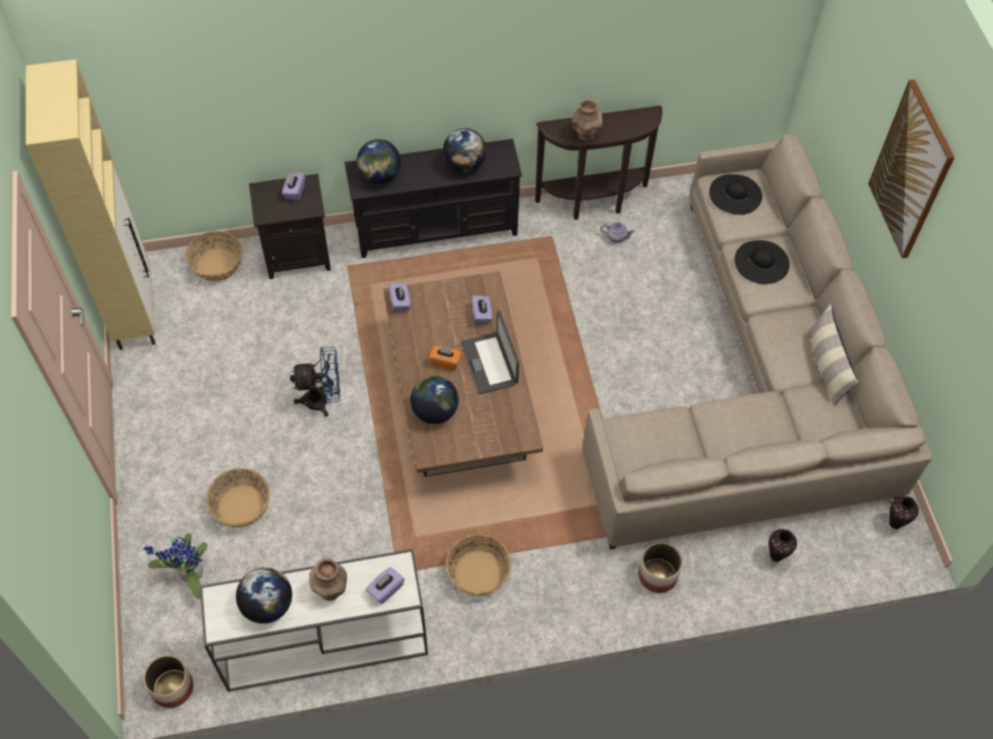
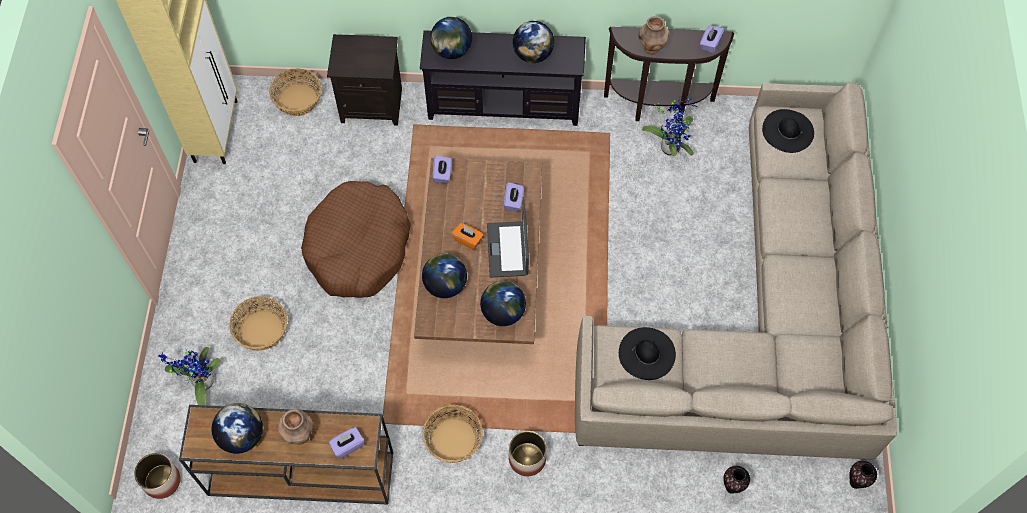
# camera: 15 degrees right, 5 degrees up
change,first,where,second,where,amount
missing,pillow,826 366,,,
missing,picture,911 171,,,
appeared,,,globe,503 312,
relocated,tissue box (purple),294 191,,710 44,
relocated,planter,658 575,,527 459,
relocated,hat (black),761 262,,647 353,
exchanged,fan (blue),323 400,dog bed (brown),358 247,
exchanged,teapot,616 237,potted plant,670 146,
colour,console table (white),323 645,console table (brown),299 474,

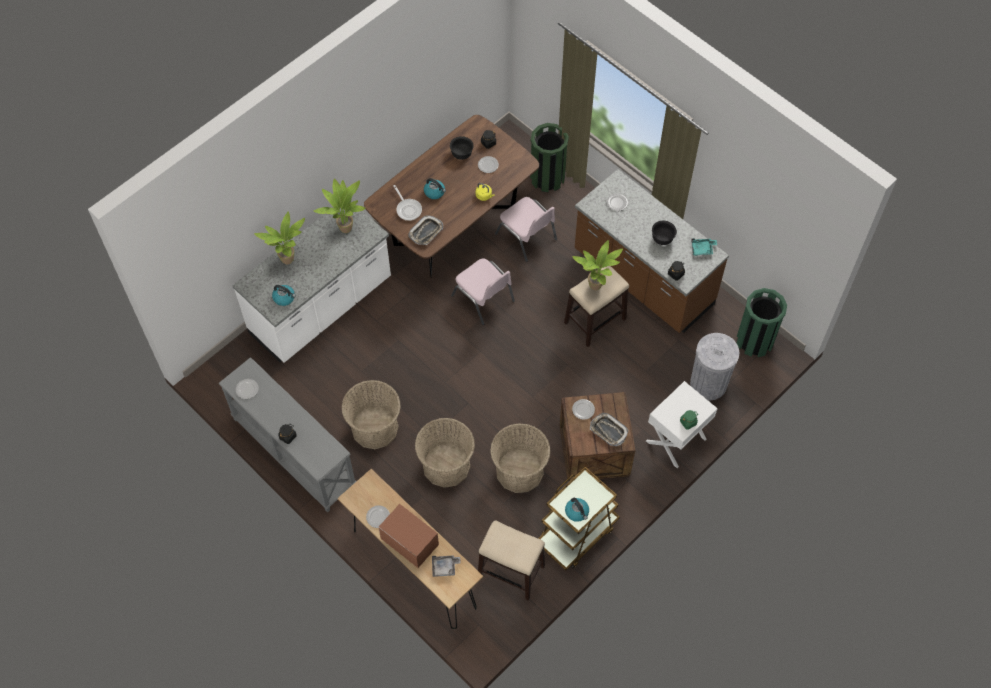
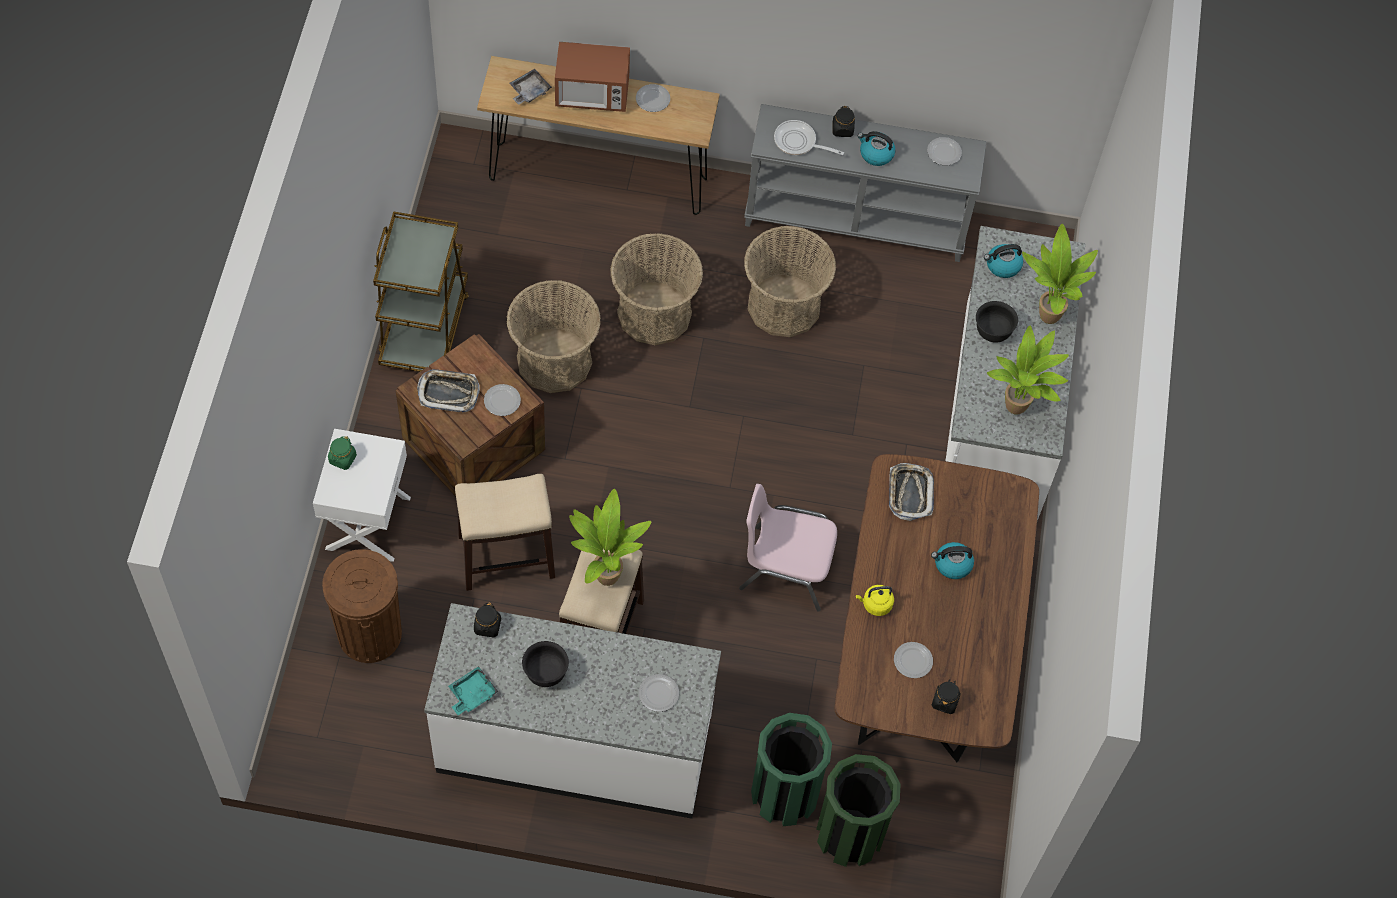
# camera: 140 degrees right, 0 degrees up
change,first,where,second,where,amount
missing,chair (pink),527 237,,,
relocated,frying pan,408 209,,798 142,
relocated,bowl (black),461 154,,992 332,
relocated,stool,510 571,,507 556,
relocated,kettle,577 512,,875 154,
relocated,trash can (green),754 341,,784 794,
colour,counter (brown),642 279,counter (white),574 745,
colour,trash can (grey),708 384,trash can (brown),369 633,

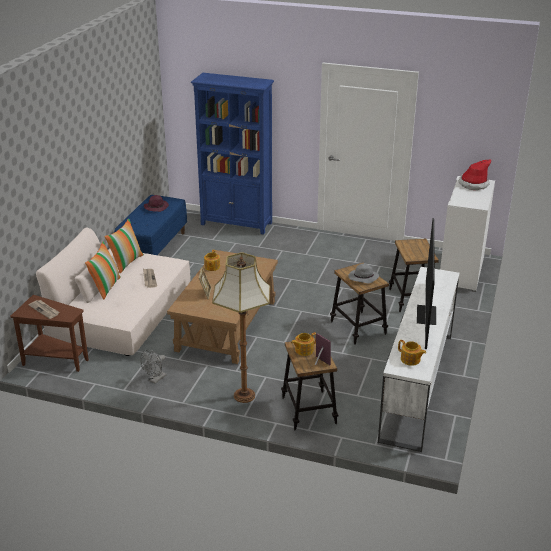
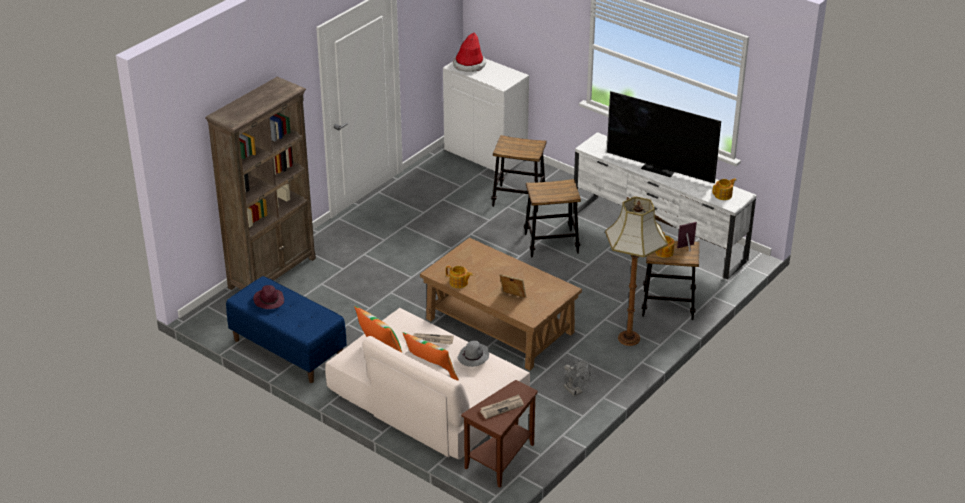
# camera: 70 degrees left, 5 degrees up
change,first,where,second,where,amount
relocated,hat (grey),362 278,,473 357,
colour,bookcase (blue),237 224,bookcase (brown),272 272,

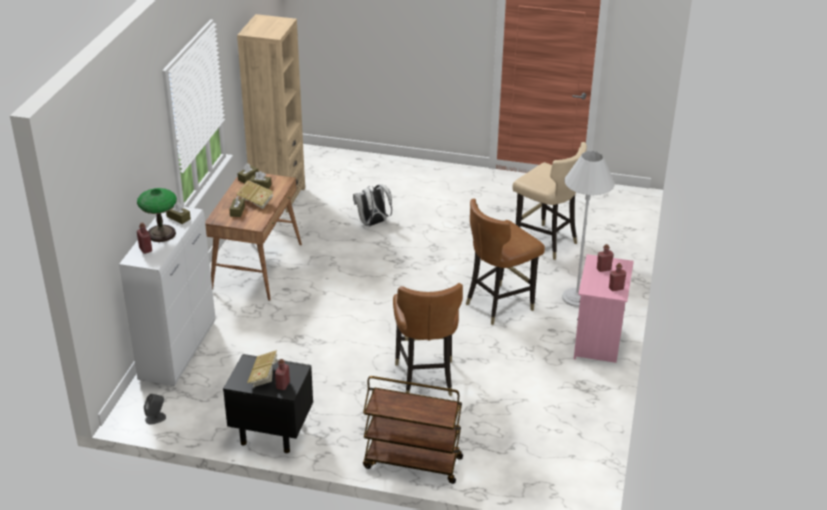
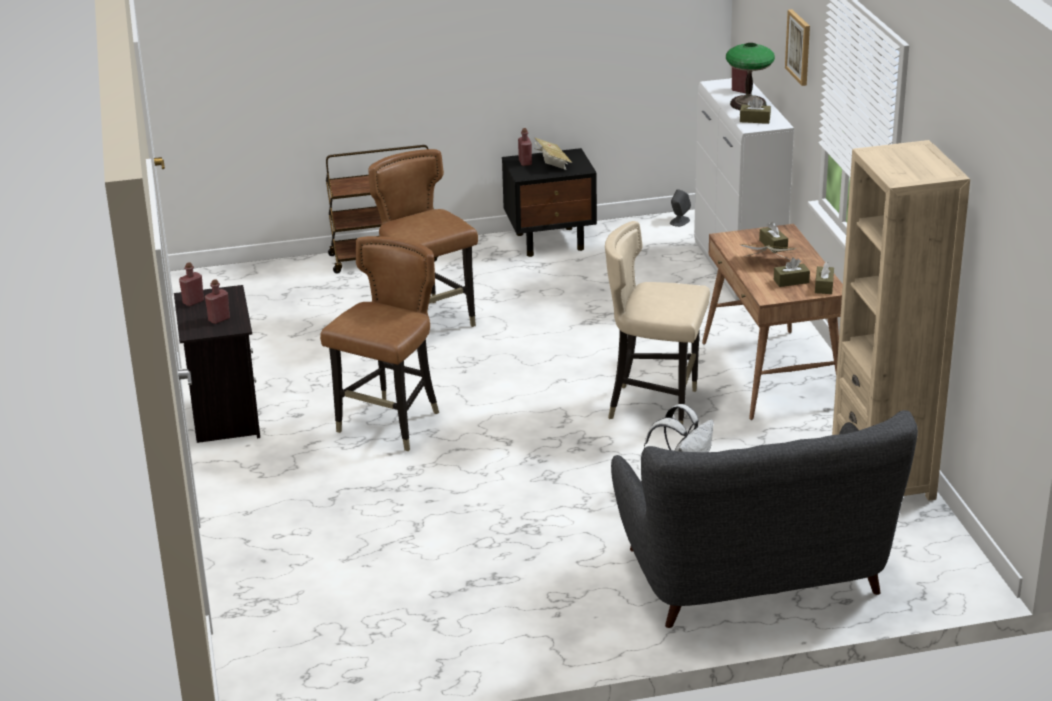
# camera: 155 degrees right, 5 degrees down
change,first,where,second,where,amount
missing,floor lamp (white),576 298,,,
appeared,,,sofa (grey),755 575,
appeared,,,picture,799 47,
relocated,chair (beige),545 242,,655 406,
colour,nightstand (pink),598 343,nightstand (black),224 417,

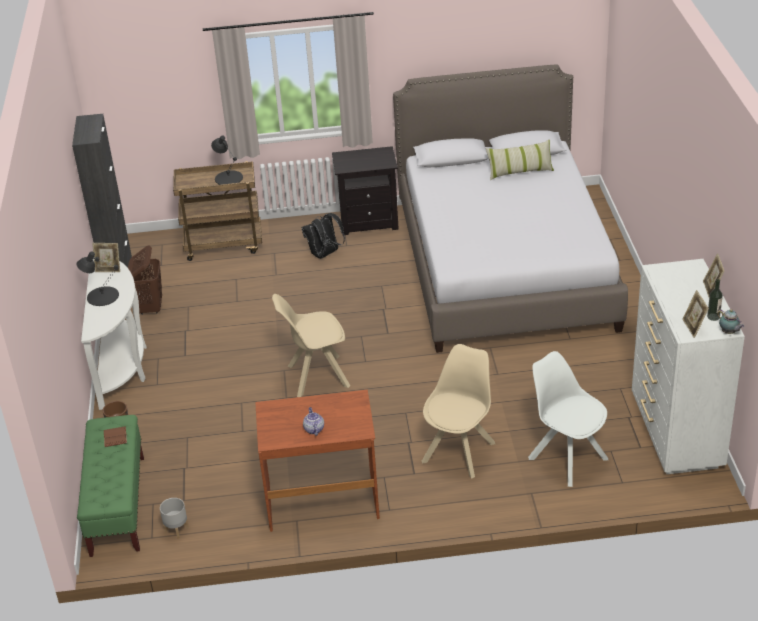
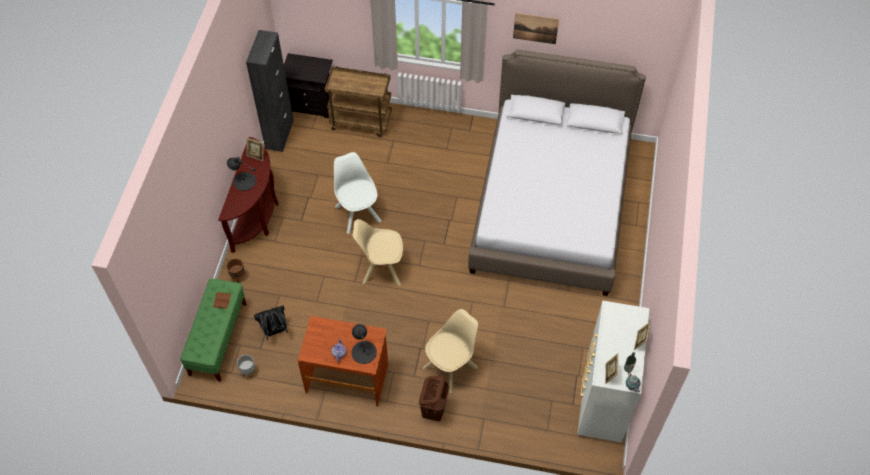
# camera: 15 degrees right, 20 degrees up
change,first,where,second,where,amount
missing,pillow,520 172,,,
appeared,,,picture,535 28,
relocated,laundry basket (brown),150 307,,434 409,
relocated,table lamp (black),228 178,,364 352,
relocated,backpack (black),325 254,,275 331,
relocated,nightstand (black),369 222,,312 104,
relocated,chair (white),566 457,,357 212,
colour,console table (white),122 366,console table (brown),257 216,

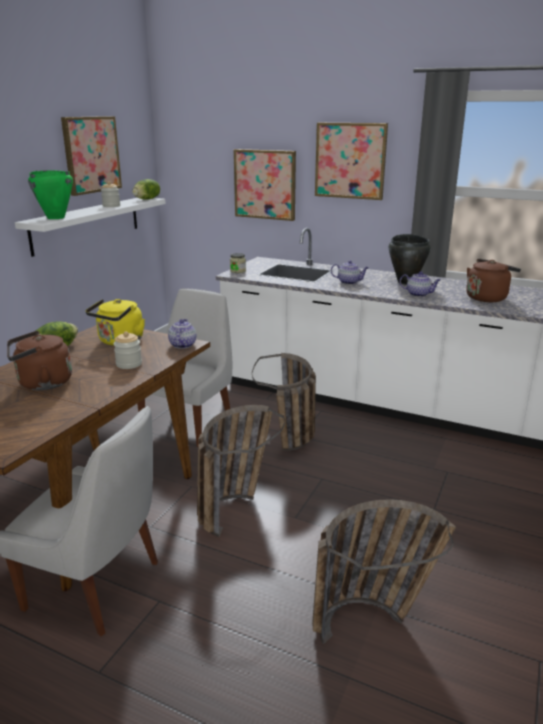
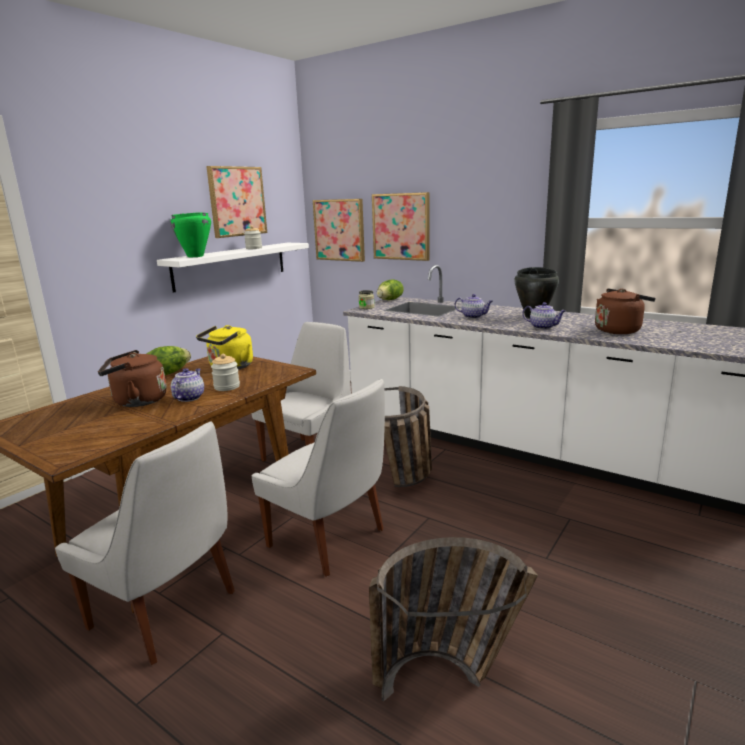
# camera: 10 degrees right, 5 degrees down
change,first,where,second,where,amount
relocated,lettuce,147 199,,390 300,
relocated,teapot,182 345,,189 397,
relocated,picture,350 161,,339 230,
exchanged,basket,235 506,chair (white),330 539,

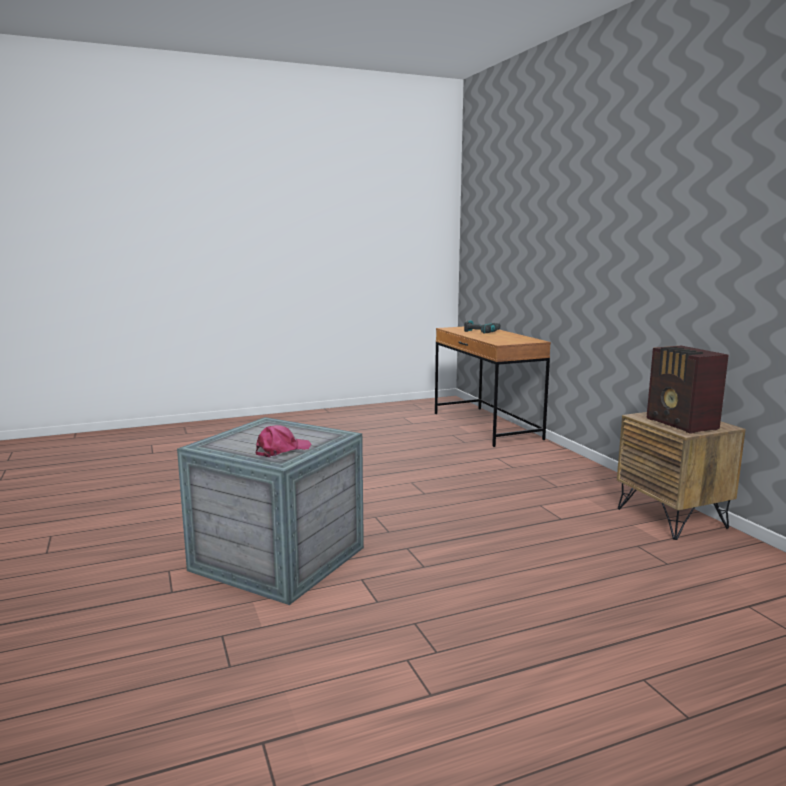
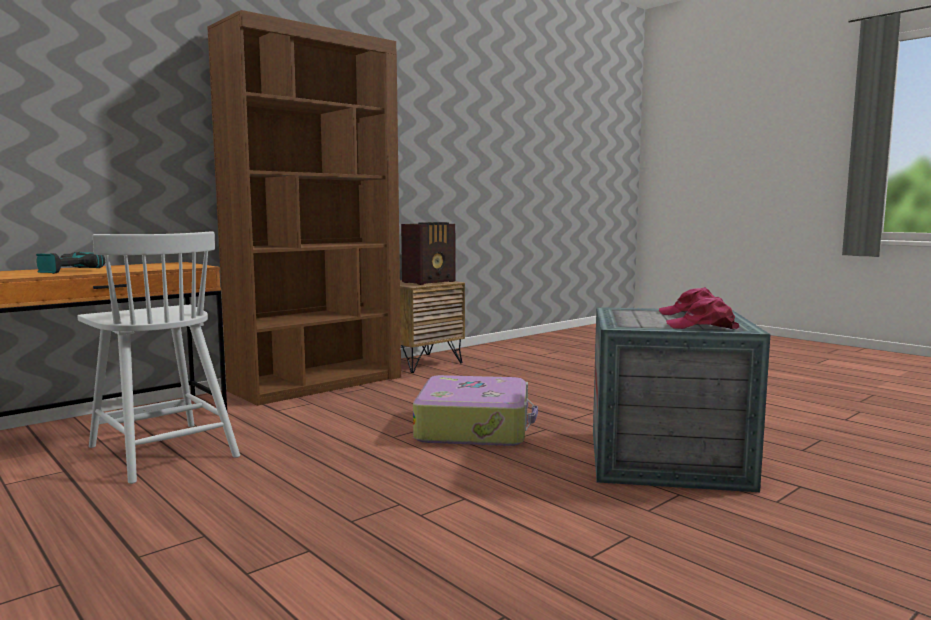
# camera: 110 degrees left, 5 degrees down
change,first,where,second,where,amount
appeared,,,chair (white),162 451,
appeared,,,bookcase (brown),318 384,
appeared,,,suitcase,474 427,
appeared,,,cap (pink),703 327,

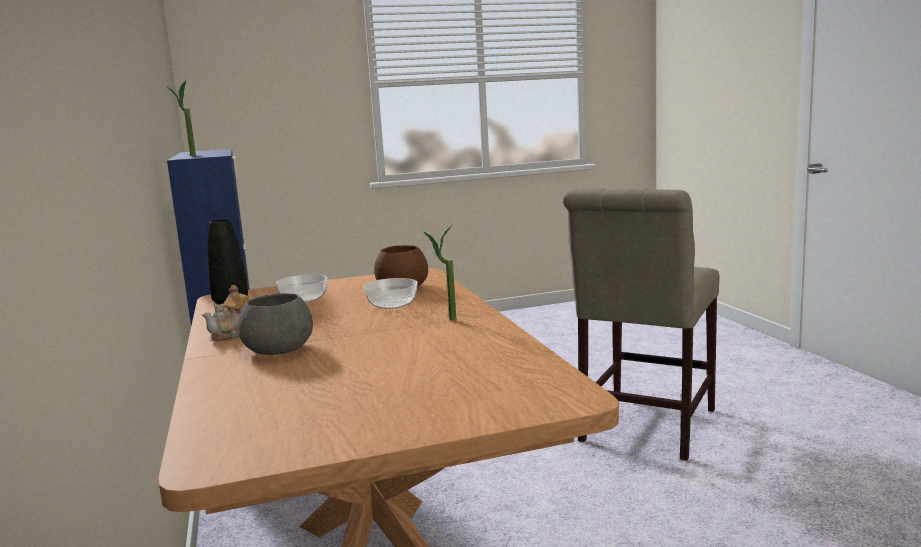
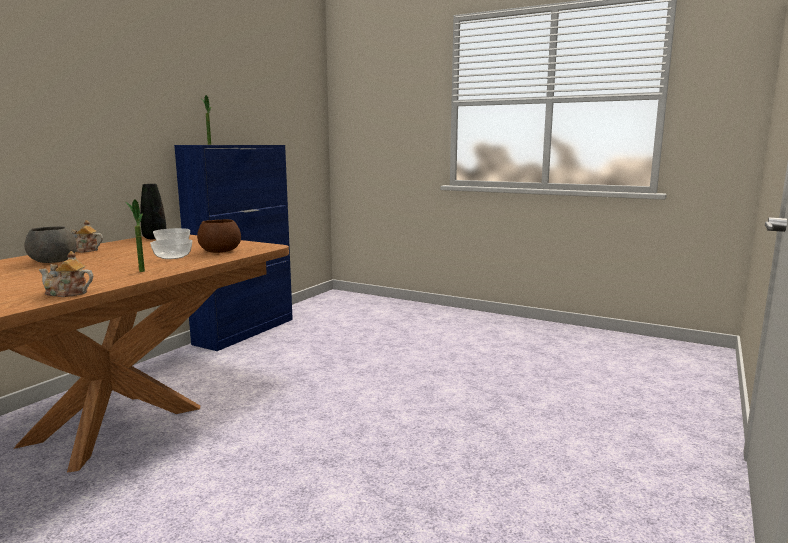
# camera: 45 degrees right, 0 degrees up
change,first,where,second,where,amount
missing,chair (beige),644 428,,,
appeared,,,teapot,67 293,

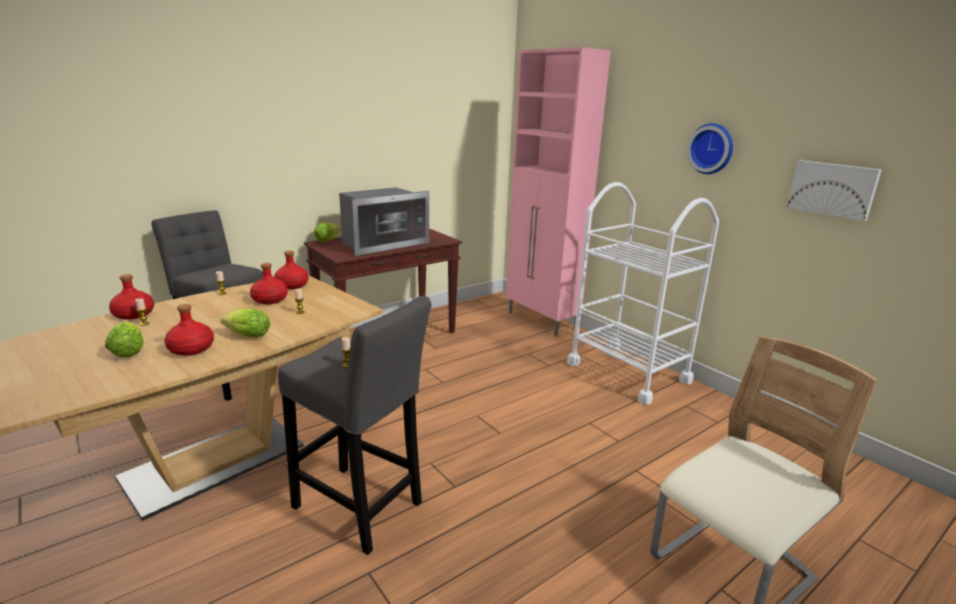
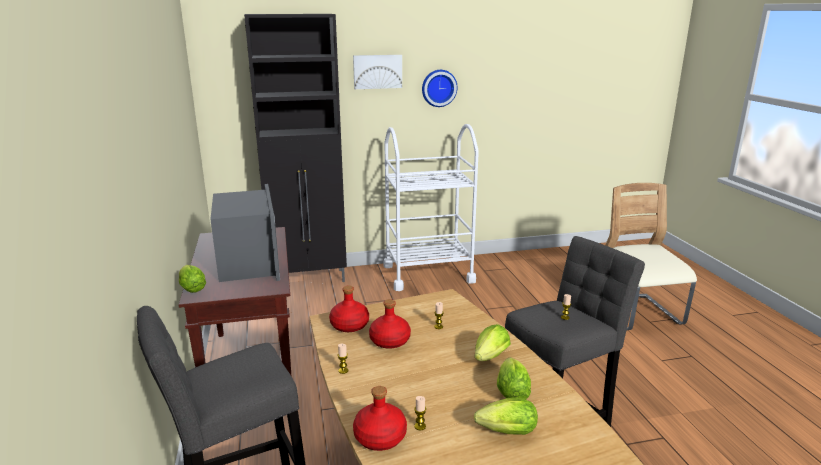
# camera: 65 degrees left, 0 degrees up
change,first,where,second,where,amount
relocated,picture,832 189,,377 71,
exchanged,bottle (red),191 349,lettuce,511 390,
colour,cabinet (pink),542 321,cabinet (black),309 279,

